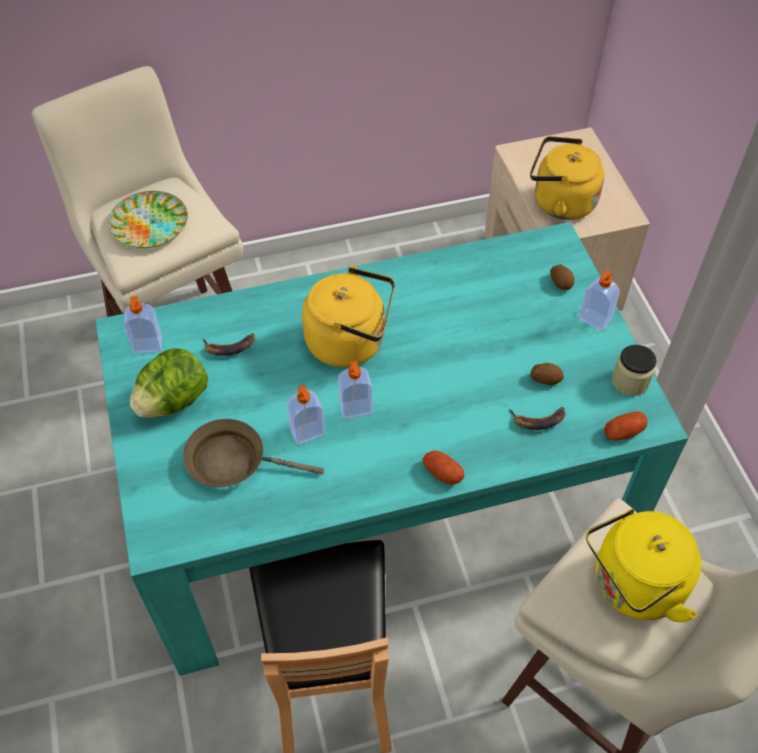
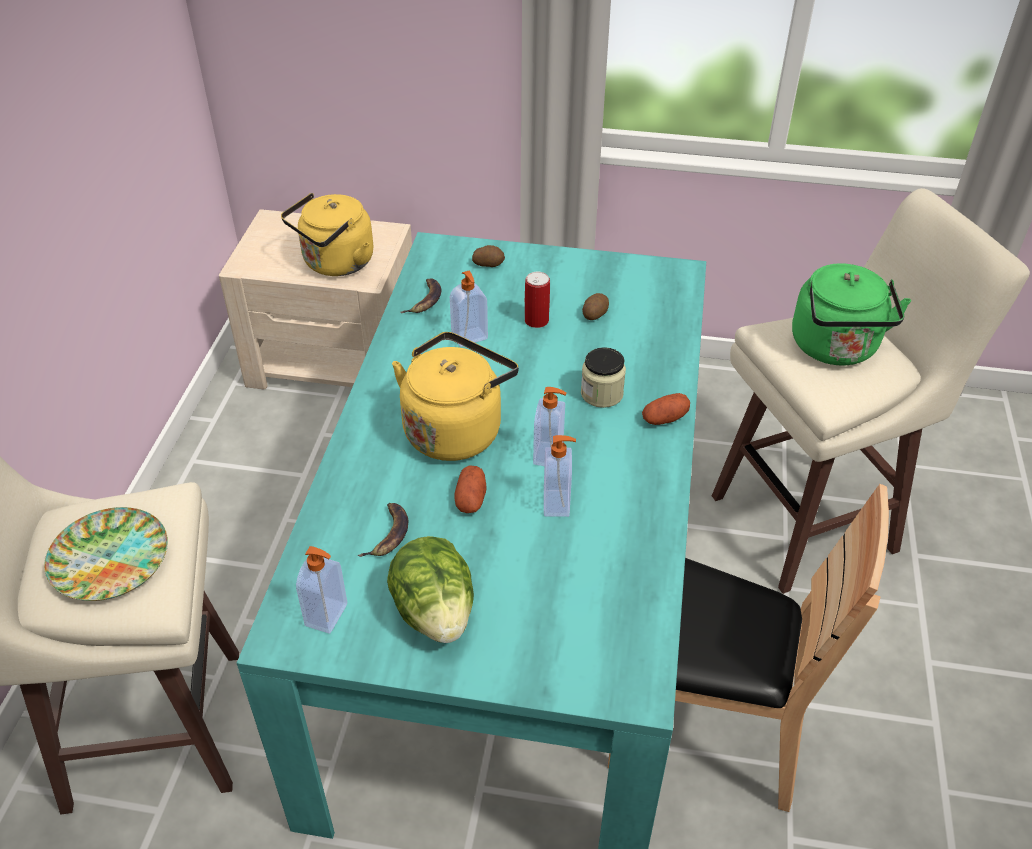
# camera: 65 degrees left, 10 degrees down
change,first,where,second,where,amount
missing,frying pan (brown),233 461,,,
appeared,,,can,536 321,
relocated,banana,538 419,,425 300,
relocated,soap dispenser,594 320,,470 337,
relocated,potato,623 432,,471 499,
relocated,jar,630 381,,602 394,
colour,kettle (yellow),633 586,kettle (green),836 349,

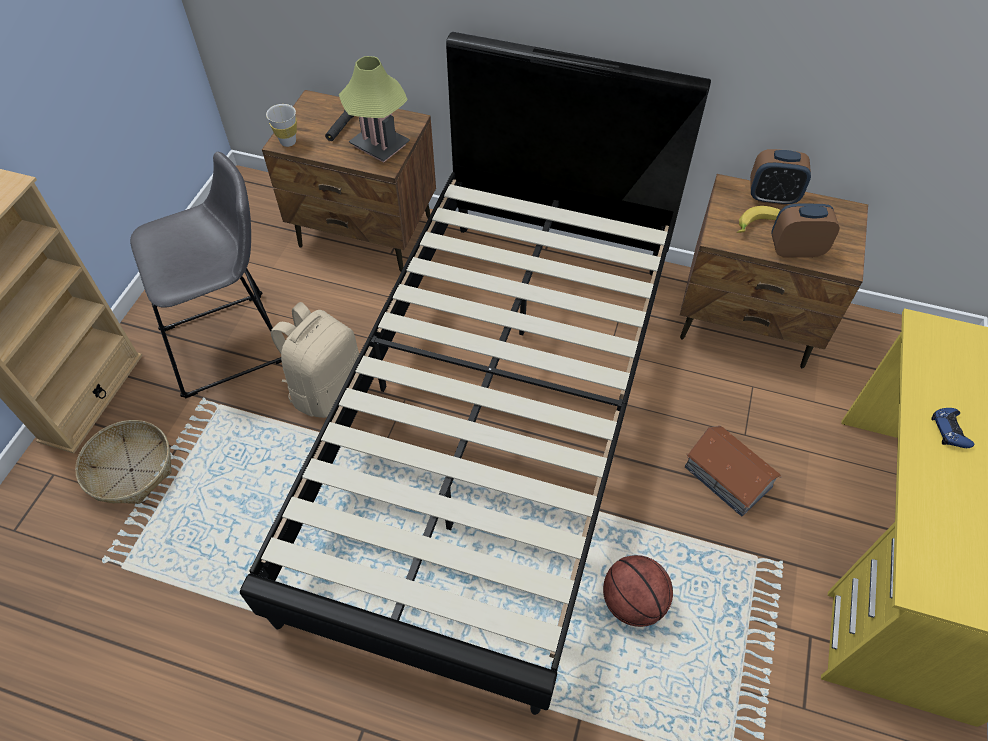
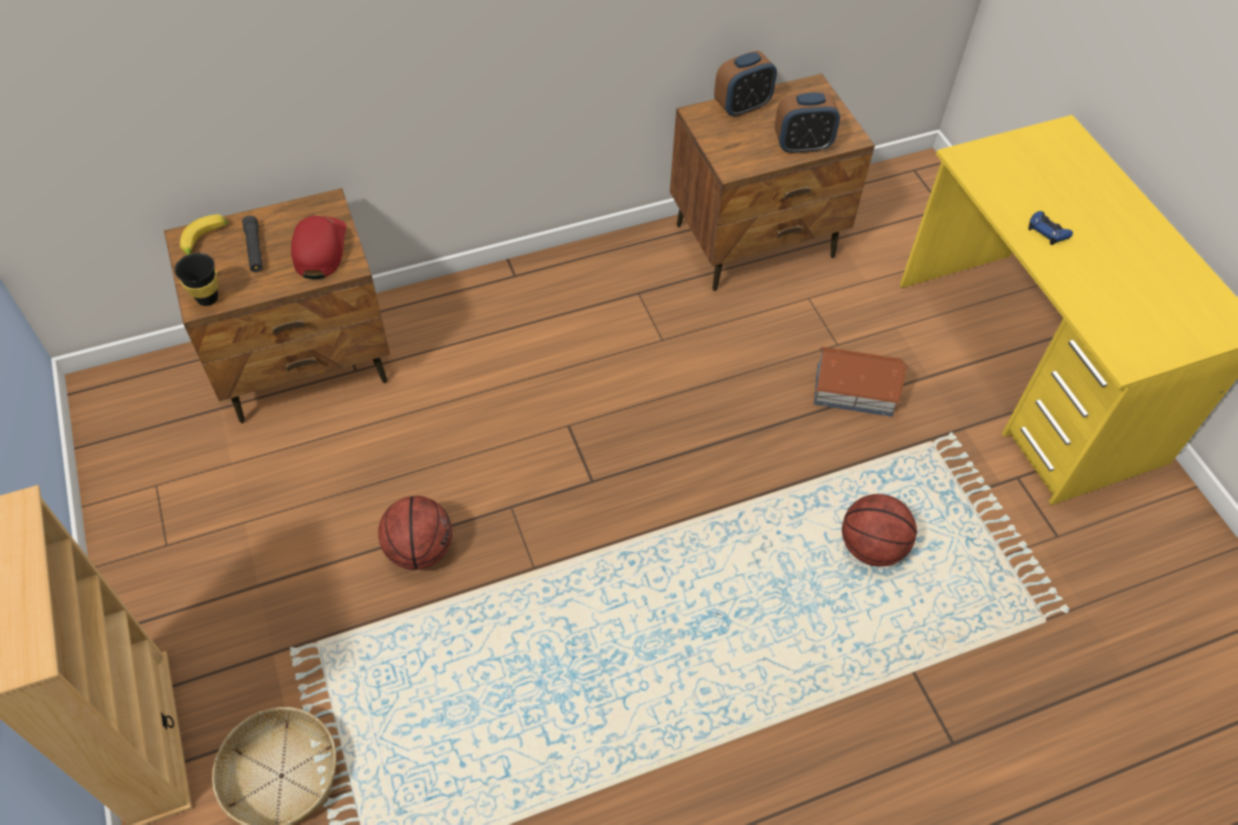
# camera: 40 degrees left, 0 degrees up
change,first,where,second,where,amount
missing,stool (grey),232 342,,,
missing,bed (black),494 420,,,
relocated,banana,757 226,,205 242,
exchanged,backpack (beige),326 388,basketball,419 549,
exchanged,table lamp,379 145,cap (red),319 248,
colour,cup (white),288 142,cup (black),207 298,
spun,alarm clock,795 250,,802 145,150 degrees counterclockwise

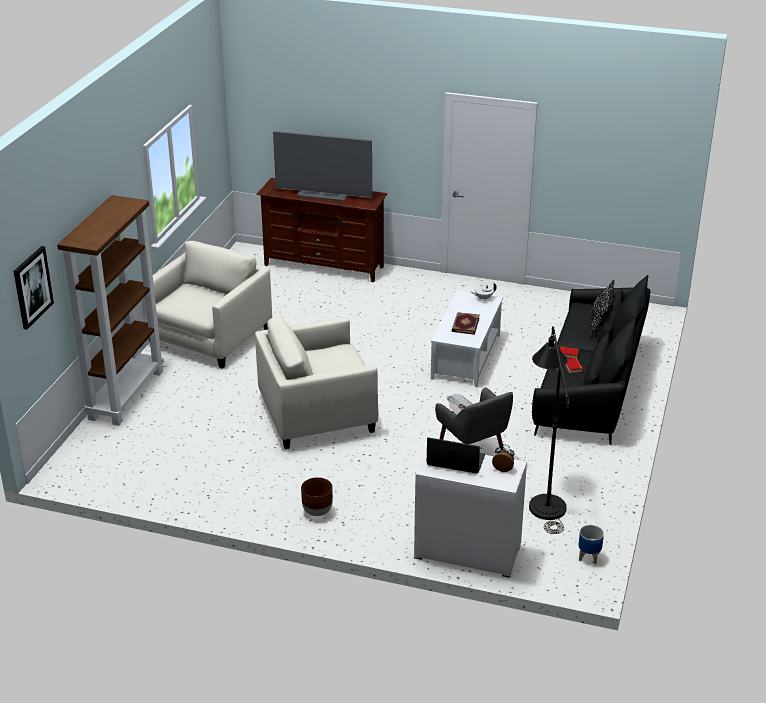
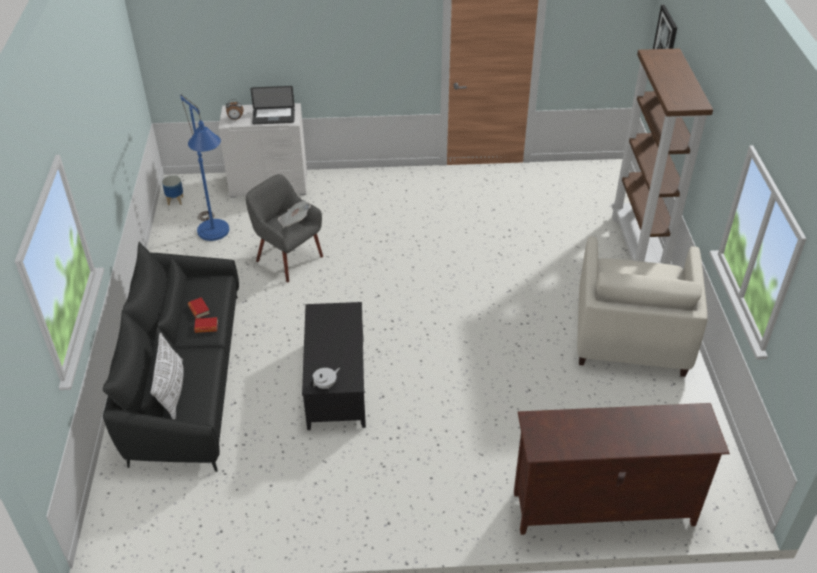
# camera: 160 degrees right, 10 degrees up
change,first,where,second,where,amount
missing,armchair (beige),317 413,,,
missing,television,324 193,,,
missing,planter (brown),317 511,,,
missing,book,465 324,,,
colour,coffee table (white),467 357,coffee table (black),335 382,
colour,floor lamp (black),545 501,floor lamp (blue),216 236,
colour,pillow (black),600 322,pillow (white),172 389,

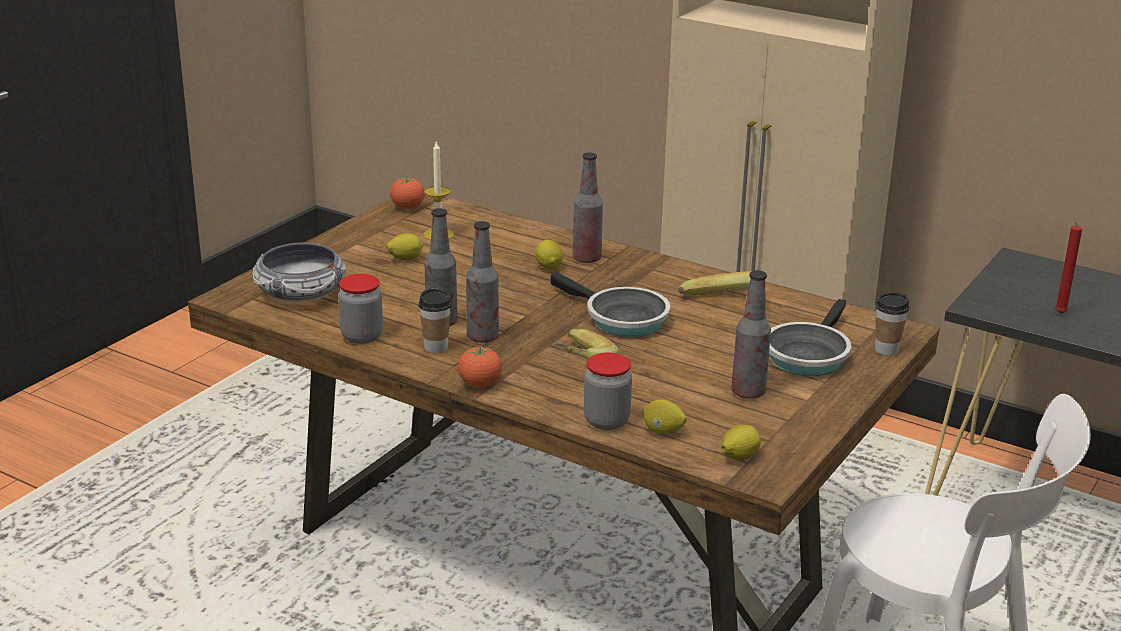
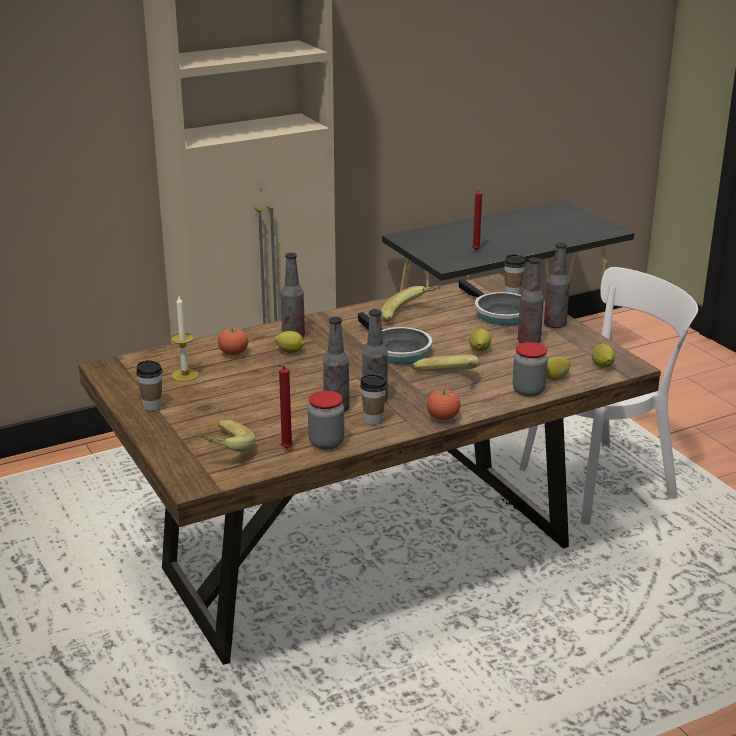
# camera: 60 degrees left, 0 degrees up
change,first,where,second,where,amount
appeared,,,cup,152 406,
appeared,,,candle (red),285 449,
appeared,,,bottle,555 325,
relocated,lemon,405 259,,479 350,
relocated,tomato,407 207,,233 353,
exchanged,bowl,301 292,banana,222 451,
spun,frying pan,620 319,,396 350,75 degrees clockwise

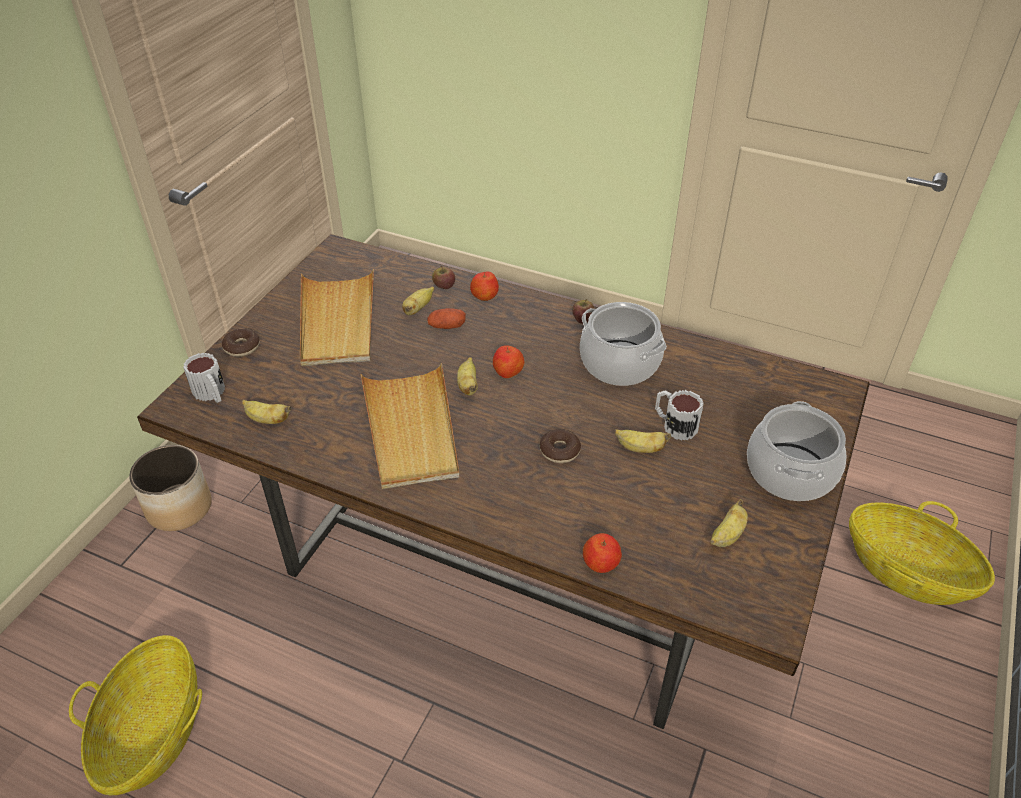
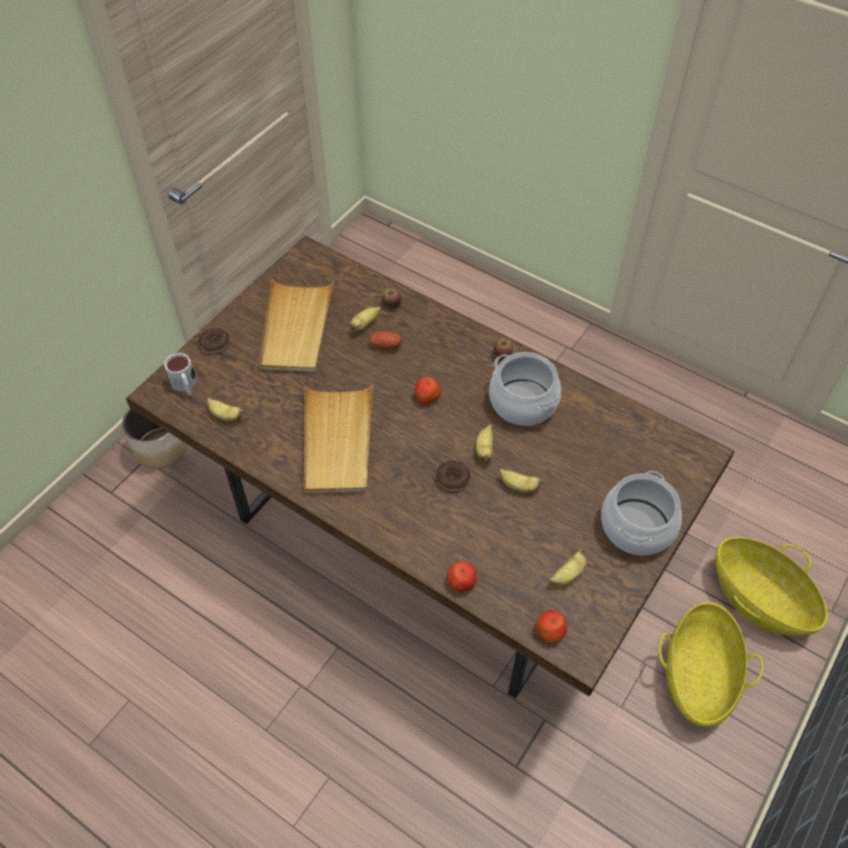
# camera: 10 degrees right, 10 degrees up
change,first,where,second,where,amount
missing,mug,674 424,,,
relocated,basket,153 732,,698 676,
relocated,banana,468 385,,485 449,
relocated,apple,484 295,,550 631,

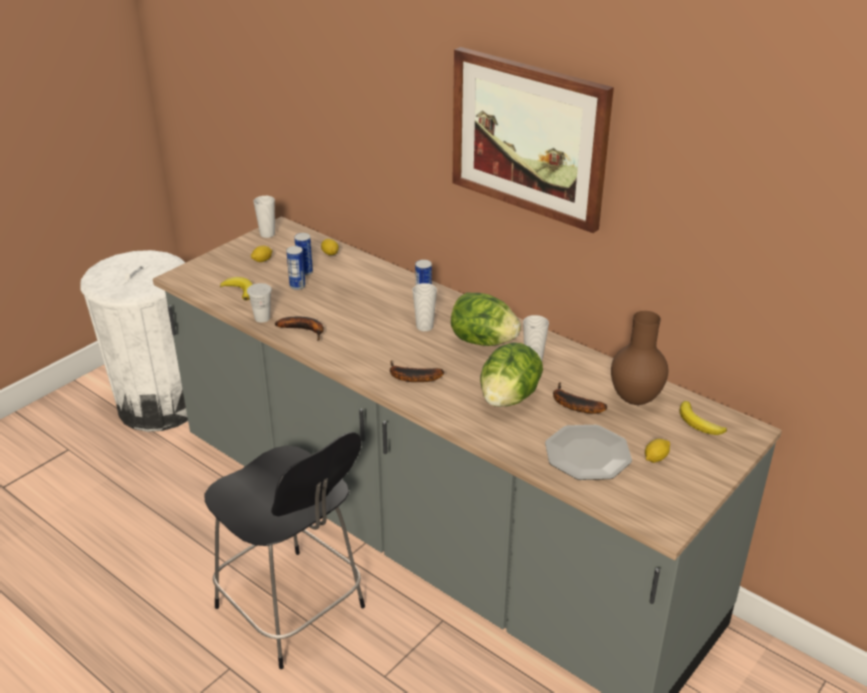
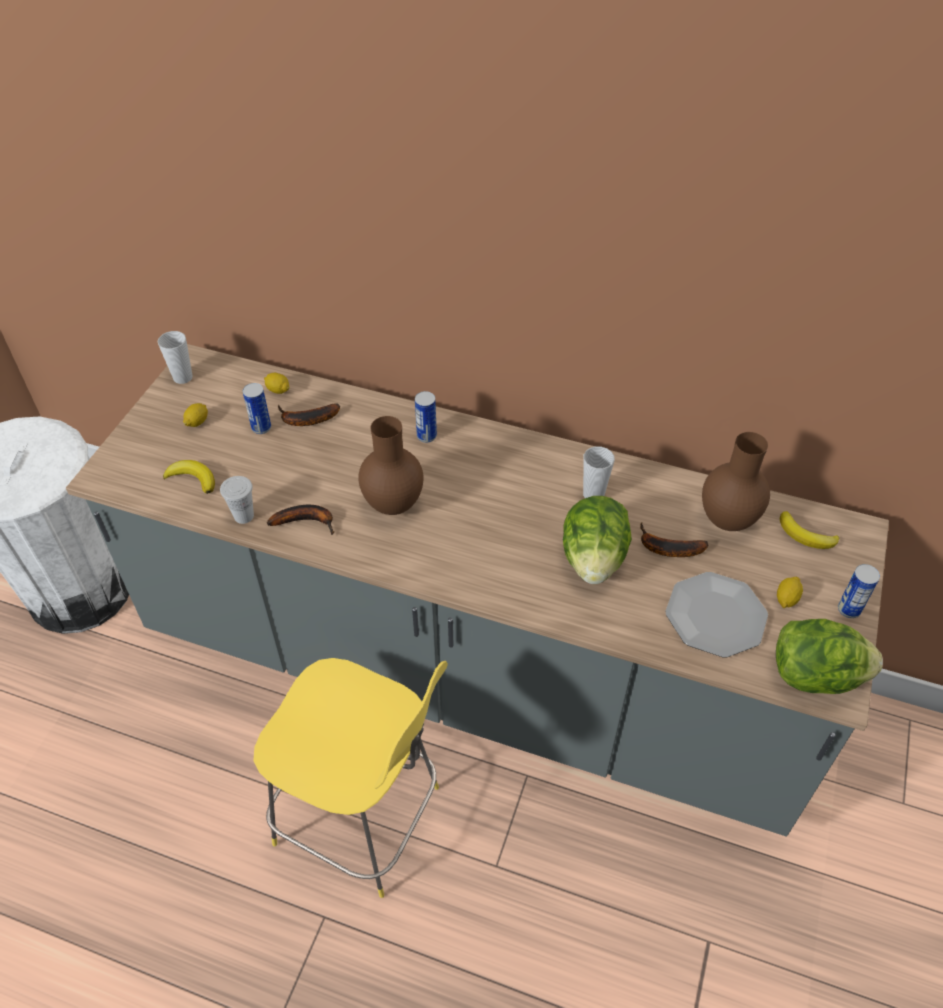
# camera: 20 degrees left, 15 degrees up
change,first,where,second,where,amount
missing,cup,424 327,,,
missing,picture,529 137,,,
appeared,,,vase (brown),392 506,
relocated,can,297 286,,849 609,
relocated,banana,411 377,,306 420,
relocated,lettuce,483 341,,814 675,
colour,stool (black),293 610,stool (yellow),363 818,

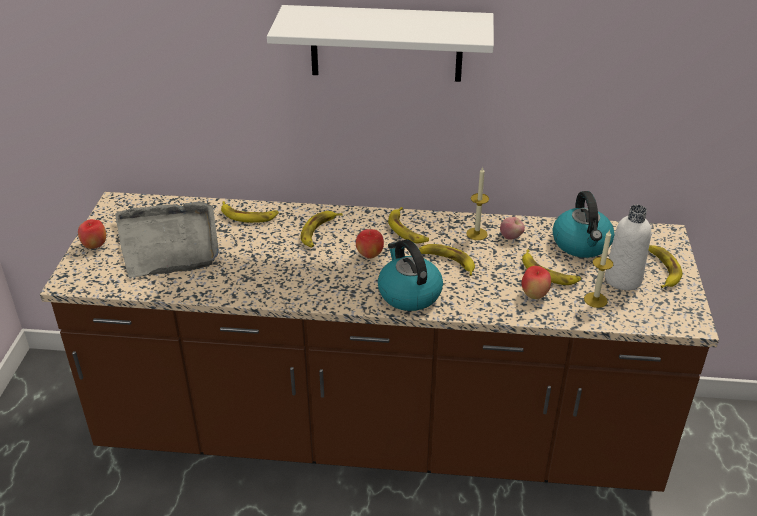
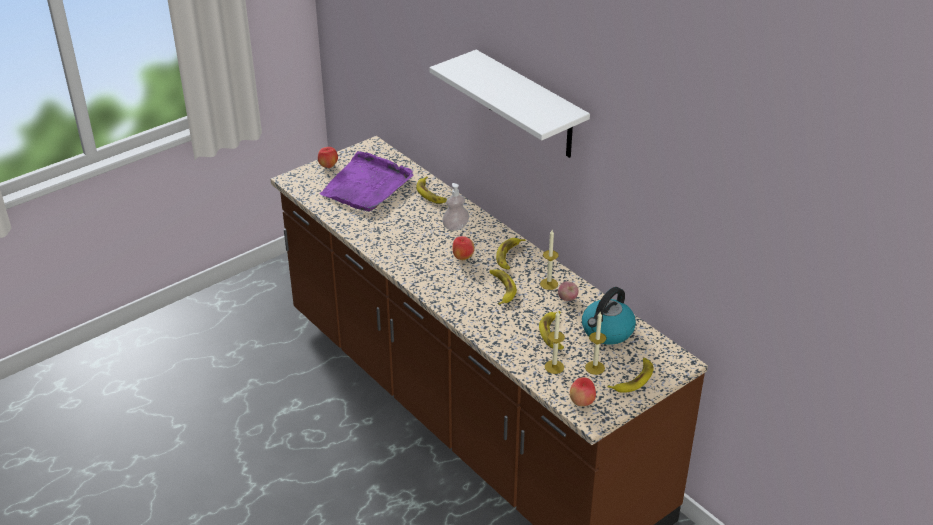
# camera: 45 degrees right, 0 degrees up
change,first,where,second,where,amount
missing,kettle,408 293,,,
relocated,apple,534 295,,582 403,
exchanged,banana,319 232,soap dispenser,455 227,
exchanged,bottle (white),623 279,candle,595 368,
colour,tray (grey),169 242,tray (purple),367 186,

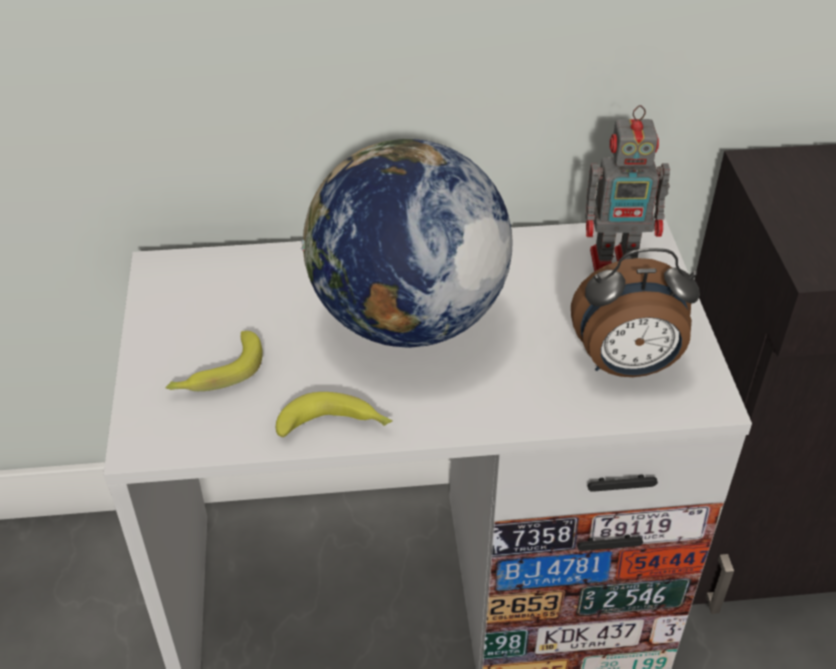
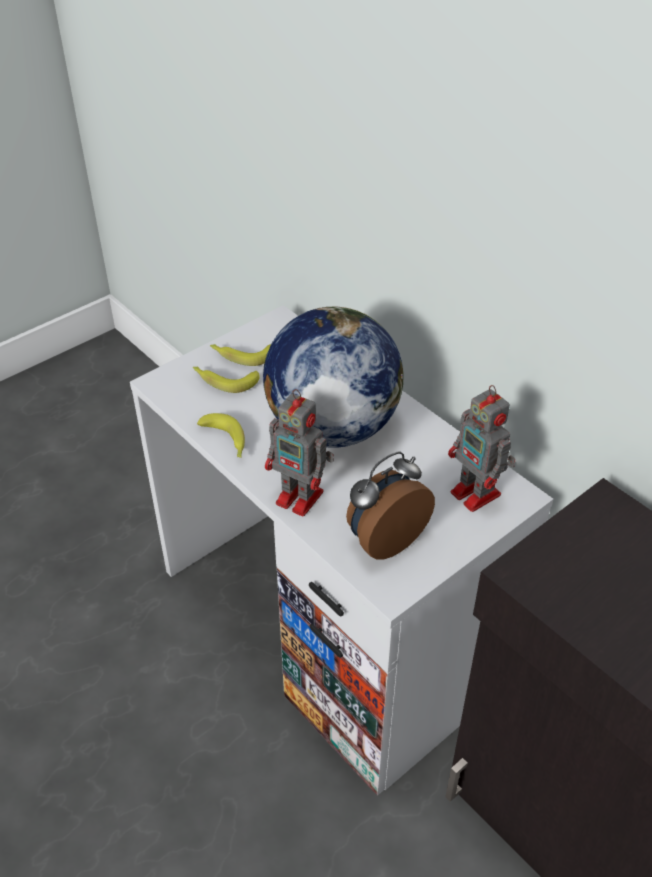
# camera: 55 degrees right, 0 degrees up
change,first,where,second,where,amount
appeared,,,banana,242 355,
appeared,,,toy robot,301 498,
spun,alarm clock,626 366,,384 539,90 degrees clockwise

